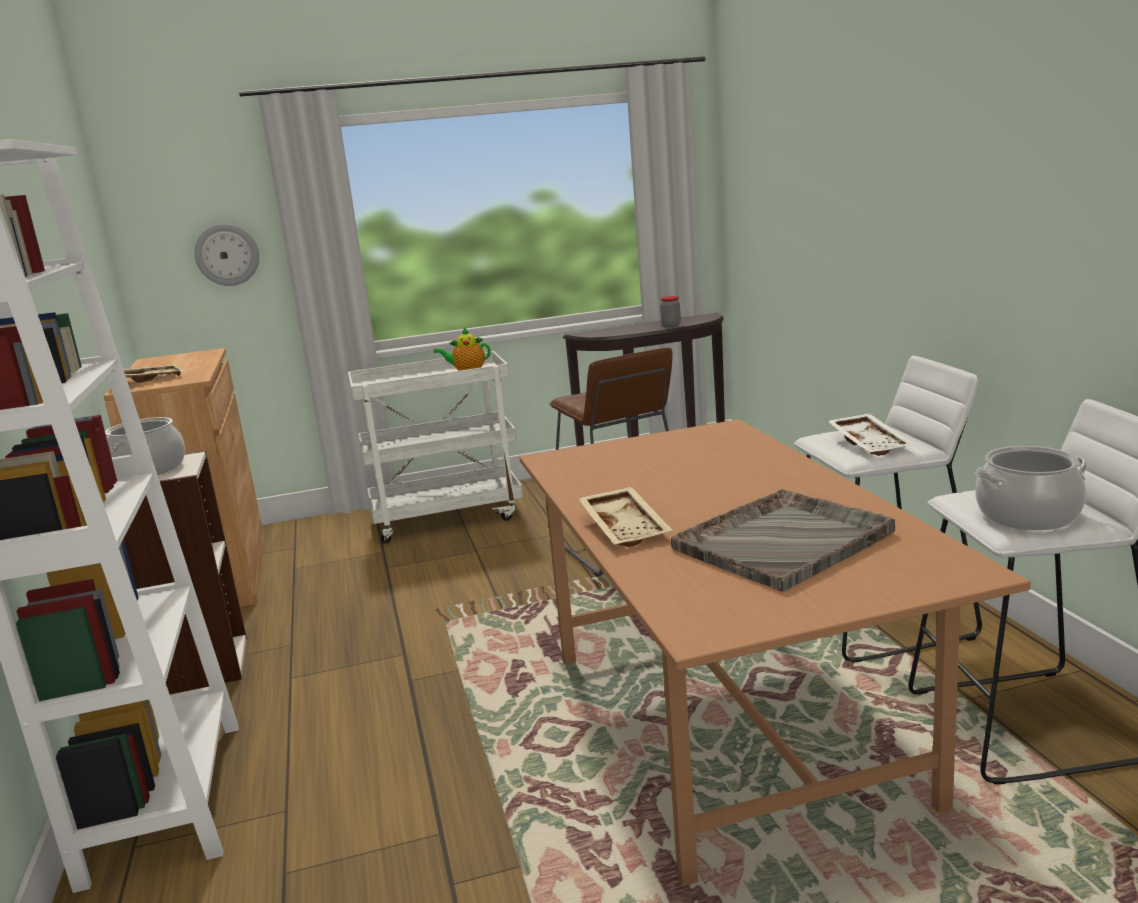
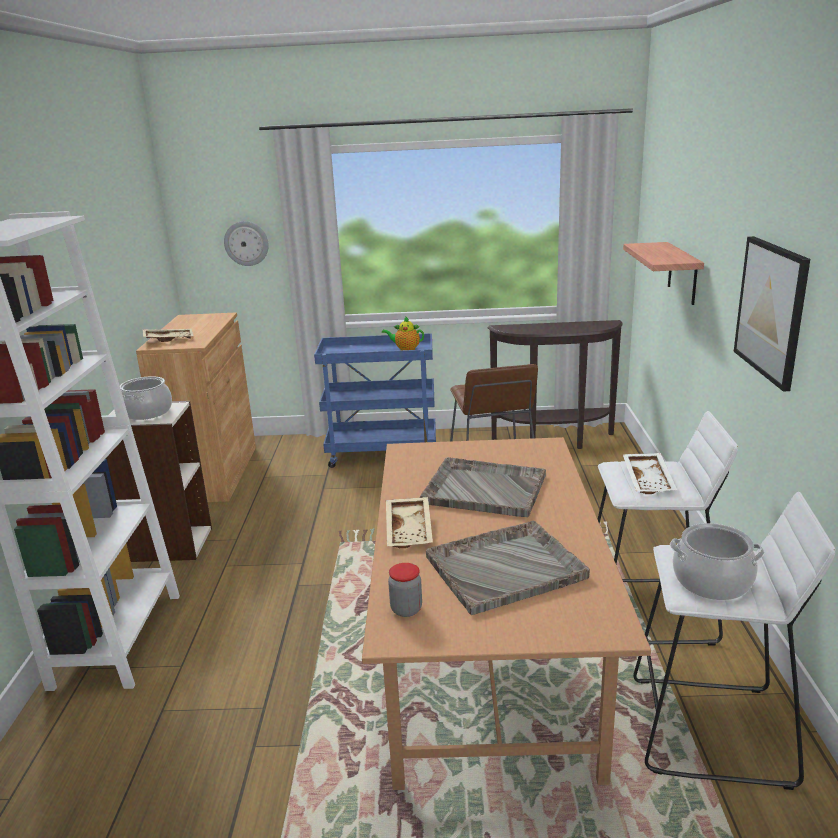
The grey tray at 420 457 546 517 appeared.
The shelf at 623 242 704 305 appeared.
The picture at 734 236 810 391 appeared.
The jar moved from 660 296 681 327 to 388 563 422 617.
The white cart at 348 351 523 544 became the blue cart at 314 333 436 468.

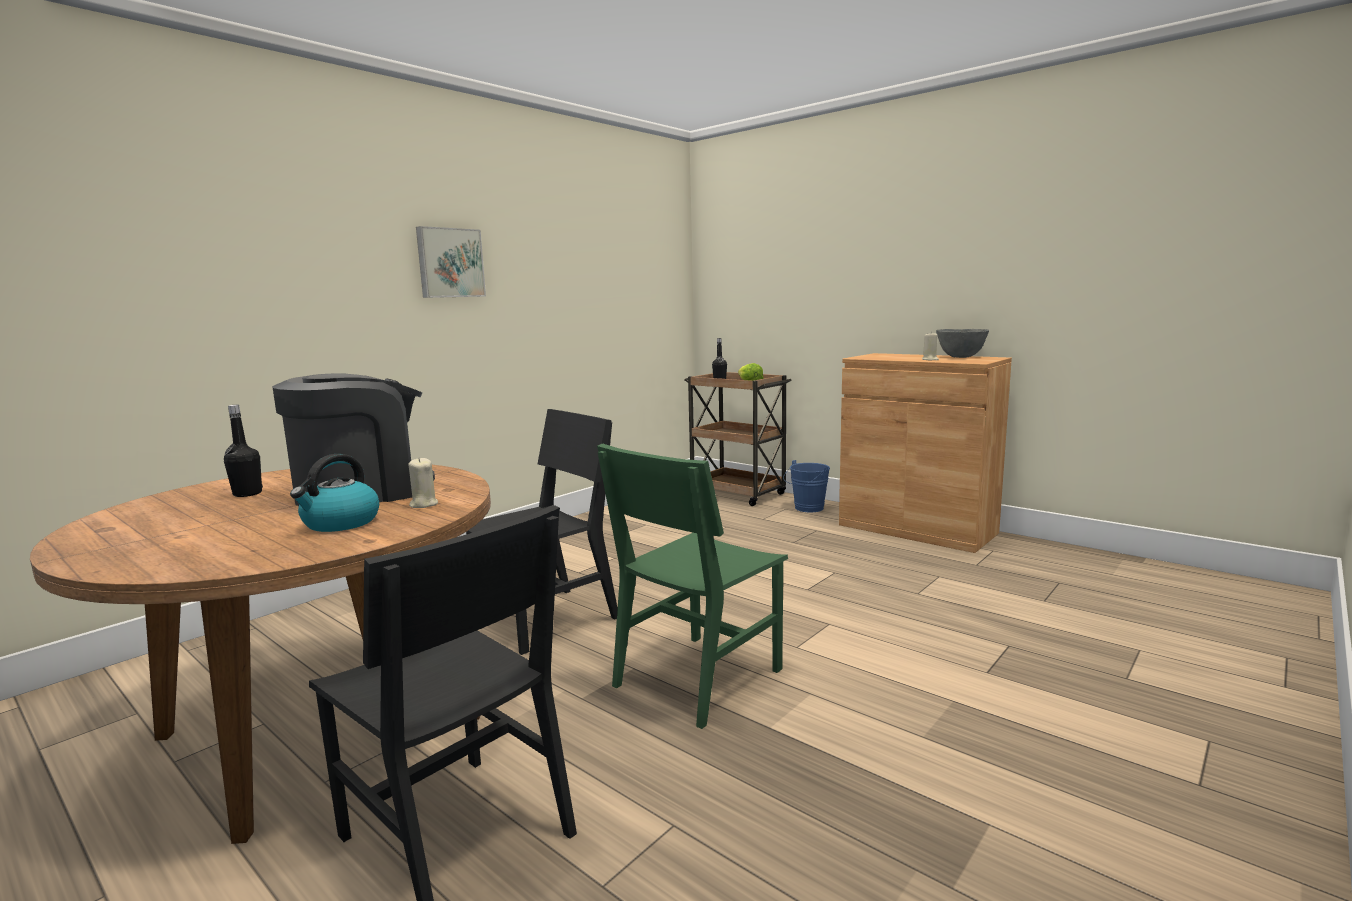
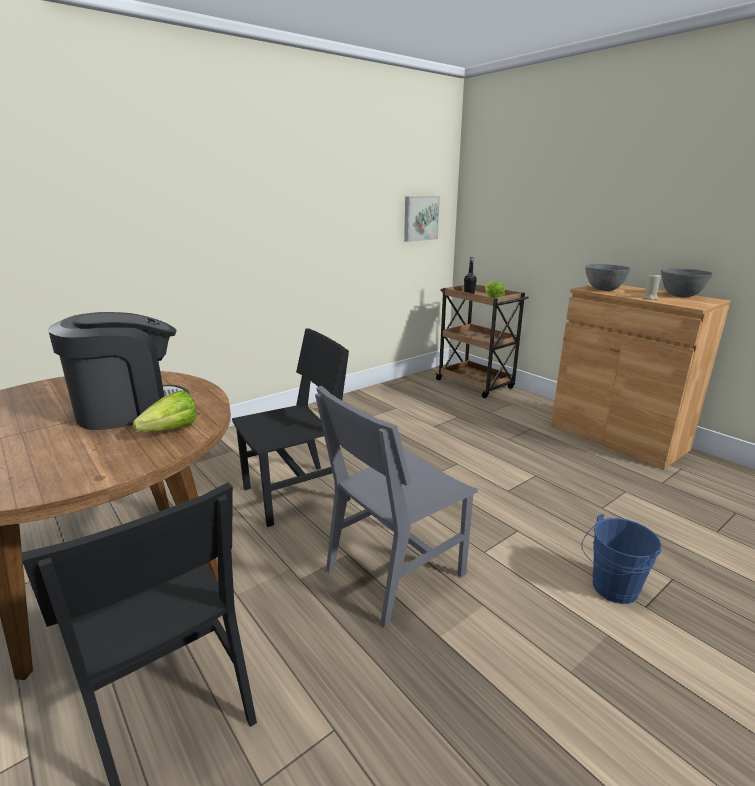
The black bottle at 224 405 263 497 disappeared.
The kettle at 290 454 379 532 disappeared.
The grey bowl at 585 264 631 291 appeared.
The picture moved from 416 226 486 298 to 404 196 440 242.
The blue bucket moved from 783 460 830 512 to 581 513 662 604.
The beige candle at 408 457 438 508 was replaced by the lettuce at 133 390 197 432.
The green chair at 597 443 788 729 became the grey chair at 315 386 478 628.

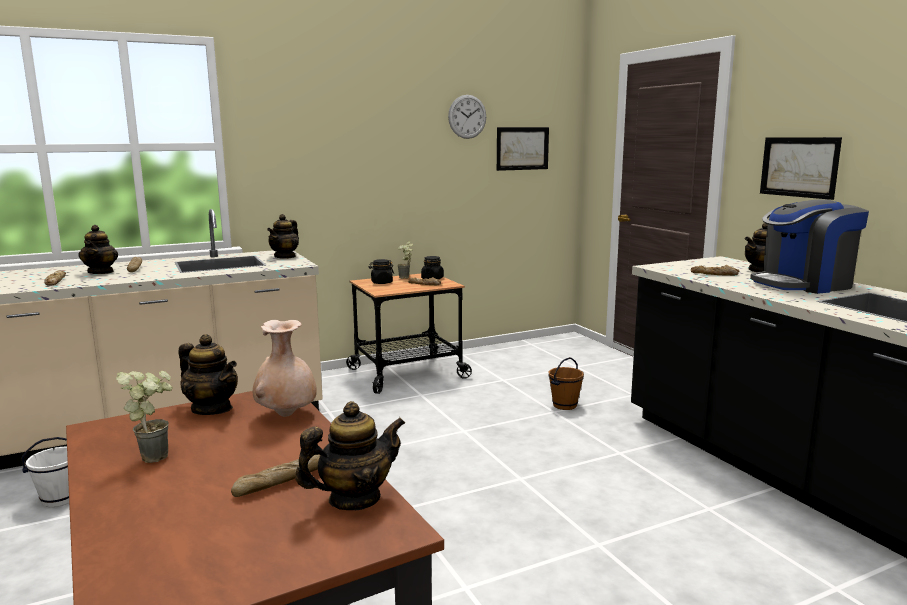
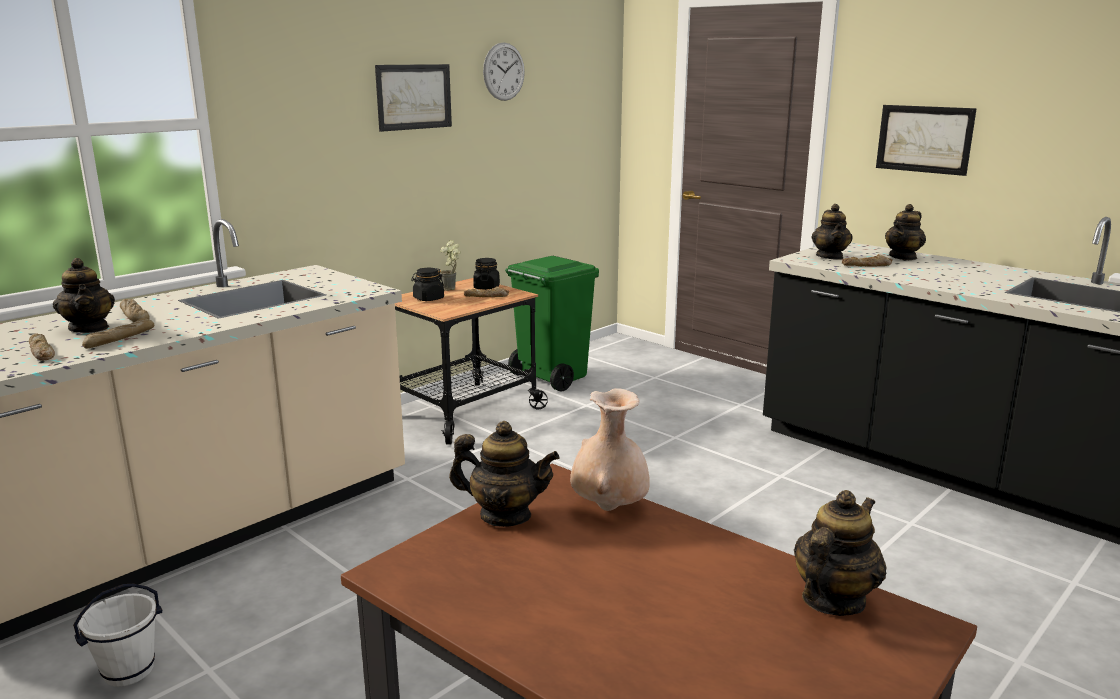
The potted plant at 116 371 173 463 disappeared.
The brown bucket at 548 357 584 410 disappeared.
The coffee machine at 750 199 869 294 disappeared.
The green trash can at 505 256 599 391 appeared.
The bread moved from 231 455 320 497 to 82 318 154 348.
The teapot moved from 267 214 299 259 to 811 204 853 260.
The picture moved from 497 127 549 171 to 375 64 452 132.

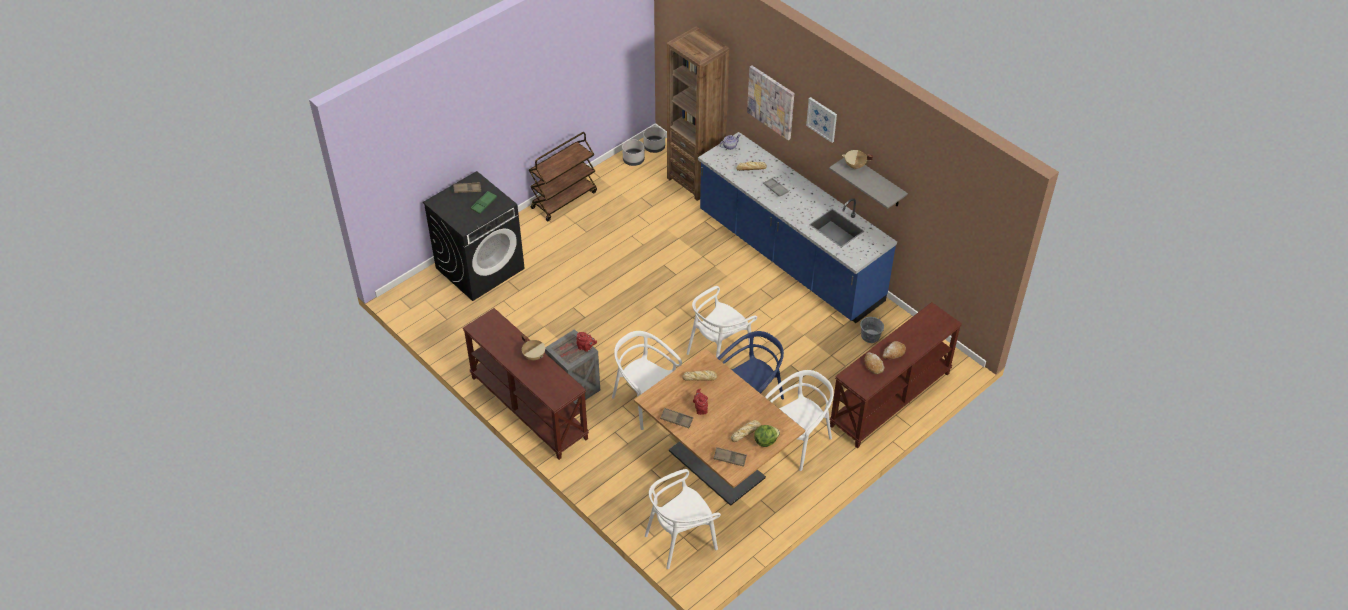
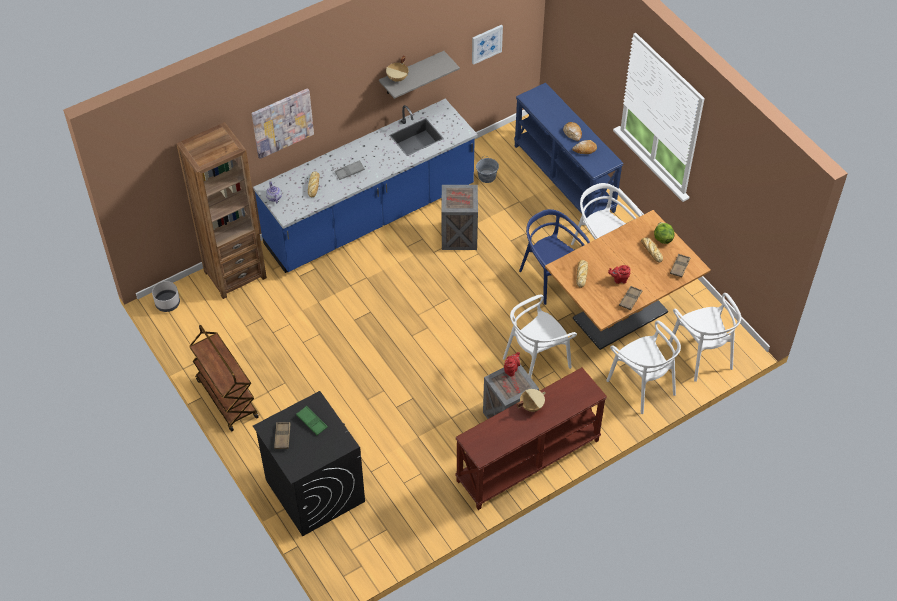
The grey planter at 622 140 645 166 disappeared.
The crate at 441 185 478 250 appeared.
The white chair moved from 687 286 757 358 to 606 320 681 414.
The picture moved from 806 97 837 143 to 472 25 503 65.
The brown console table at 830 302 962 449 became the blue console table at 514 83 624 218.

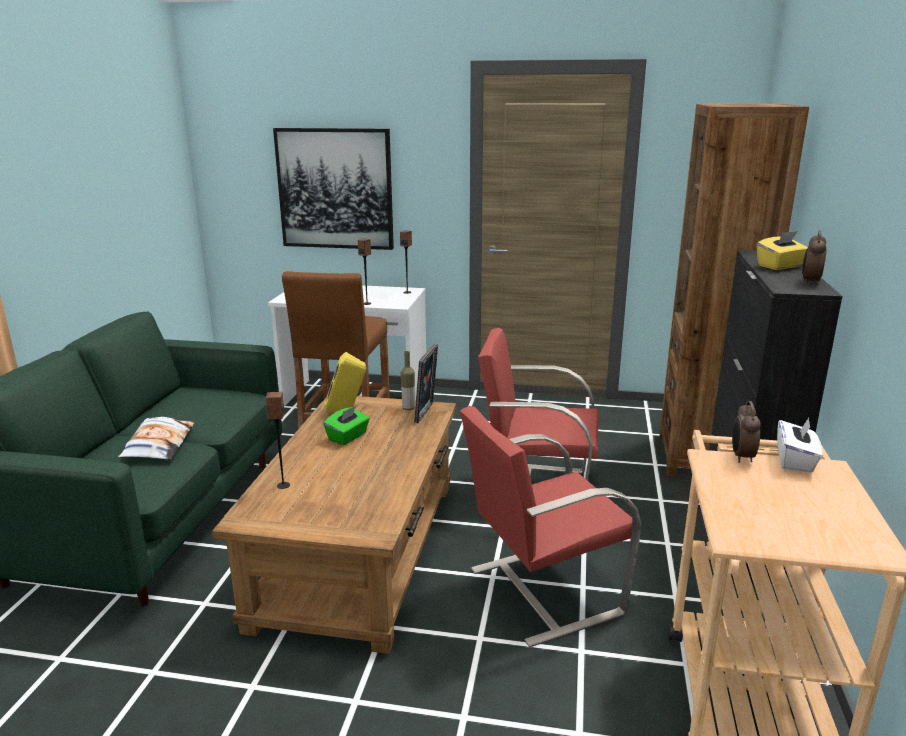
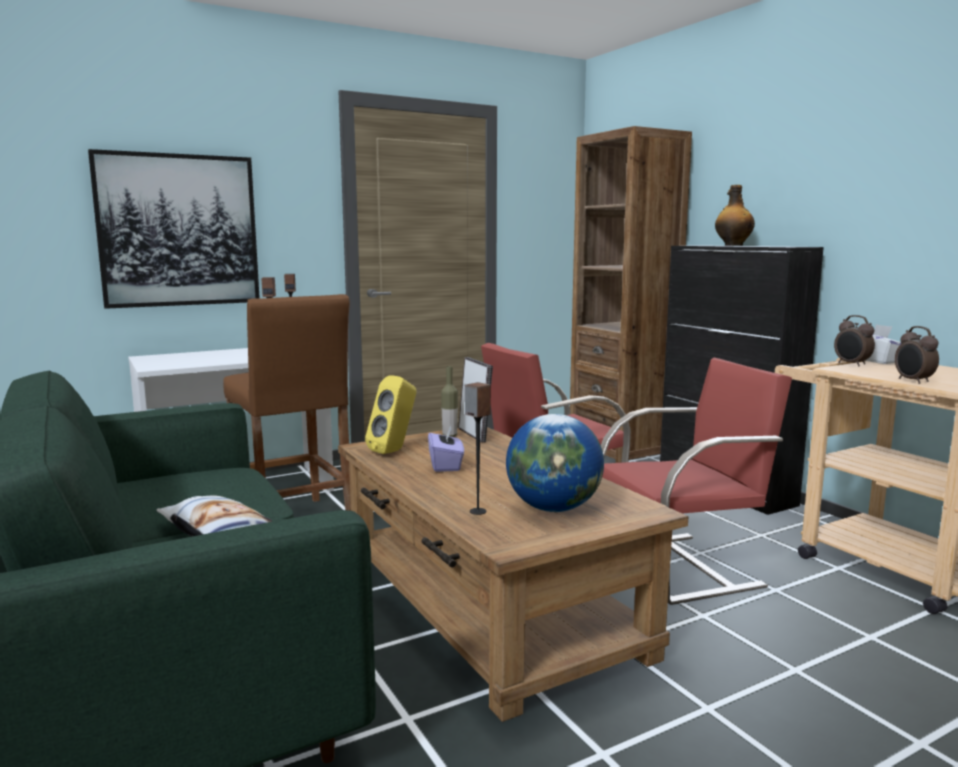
The globe at 506 414 604 512 appeared.
The alarm clock moved from 802 230 827 285 to 895 326 939 384.
The yellow tissue box at 757 231 808 270 was replaced by the bottle at 715 185 755 246.
The green tissue box at 323 406 370 445 became the purple tissue box at 428 425 464 472.
The red chair at 460 406 641 647 turned 135 degrees counterclockwise.

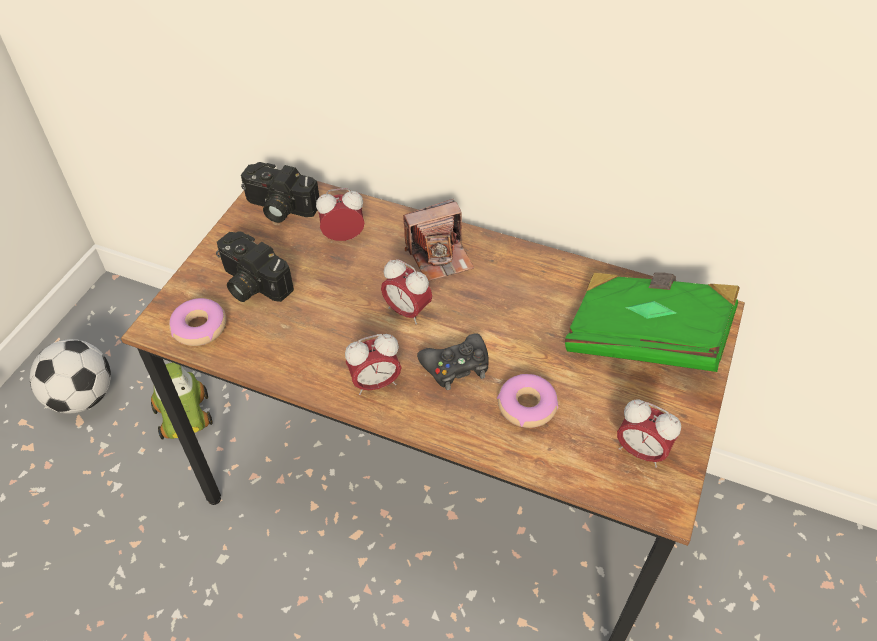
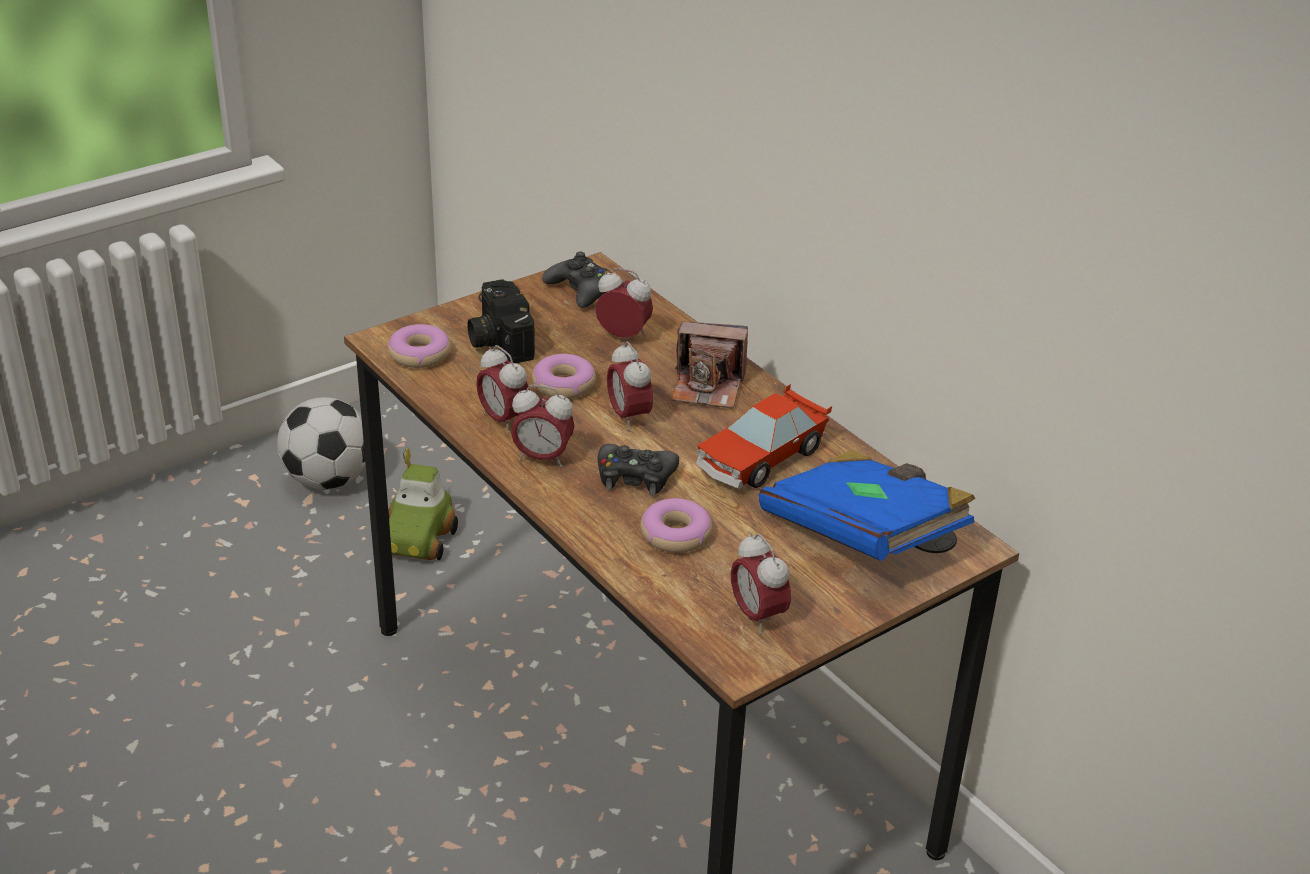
The alarm clock at 476 345 530 433 appeared.
The donut at 532 354 596 399 appeared.
The toy car at 696 384 832 489 appeared.
The photo camera at 241 162 319 223 was replaced by the black game controller at 542 252 611 308.
The green book at 565 272 740 372 became the blue book at 759 450 975 561.

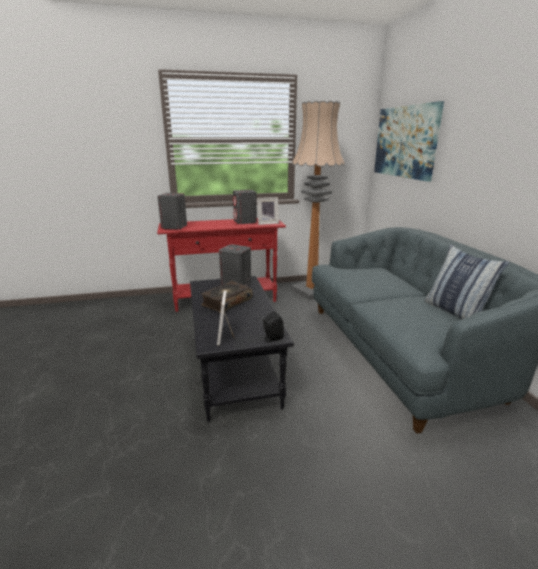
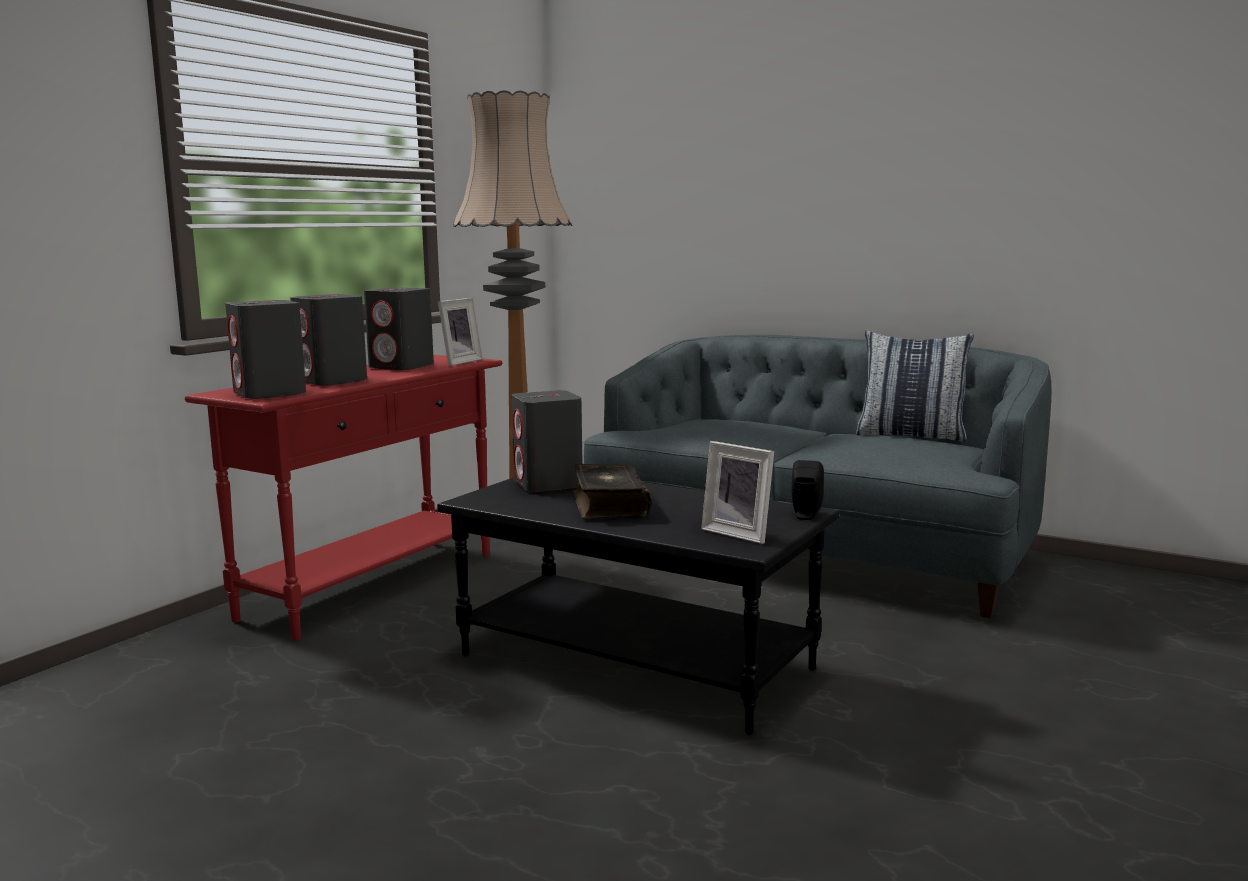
The picture at 374 101 444 182 disappeared.
The grey speaker at 290 294 367 386 appeared.

